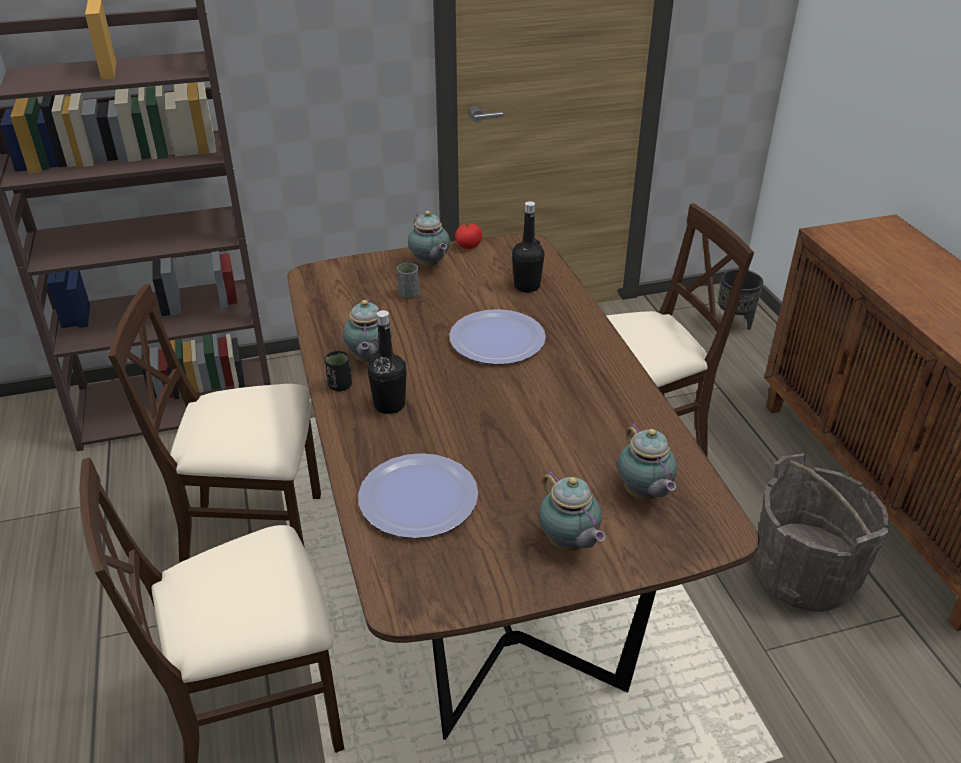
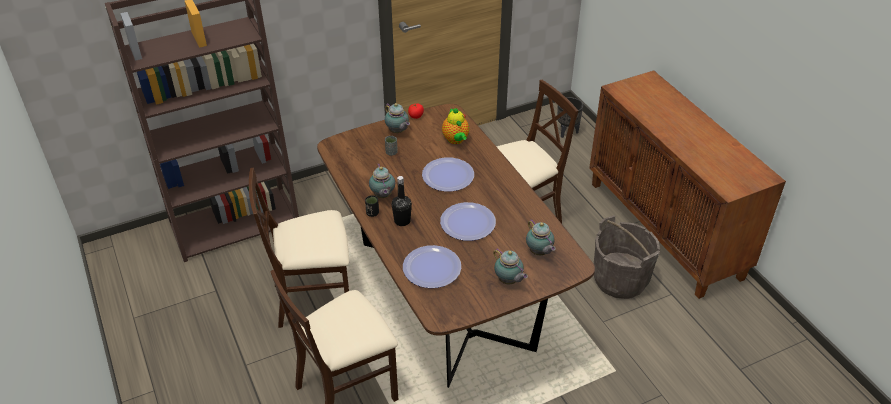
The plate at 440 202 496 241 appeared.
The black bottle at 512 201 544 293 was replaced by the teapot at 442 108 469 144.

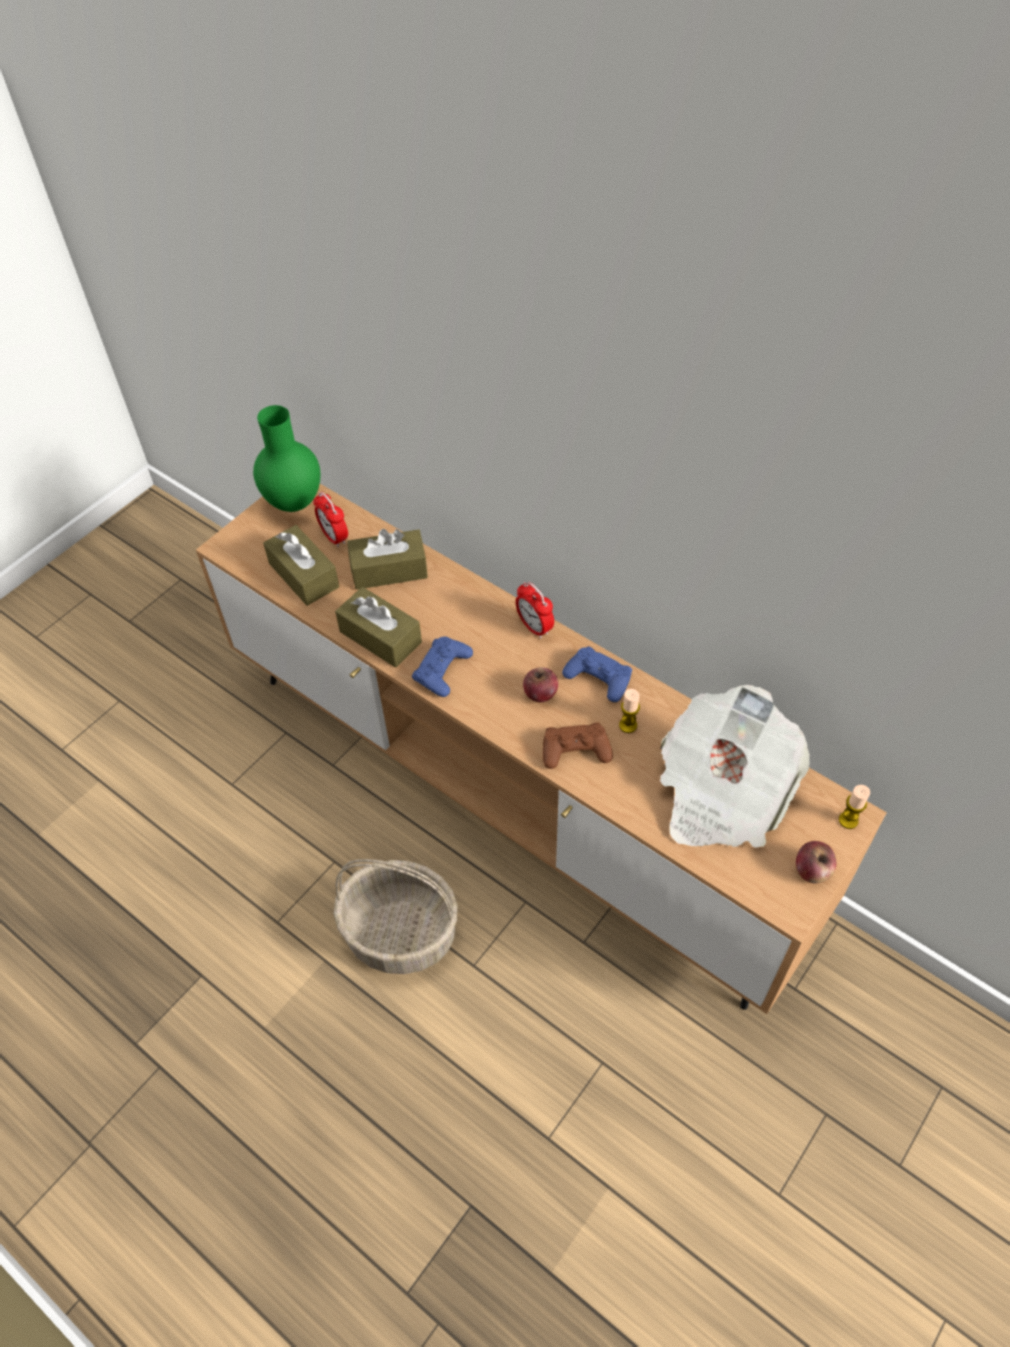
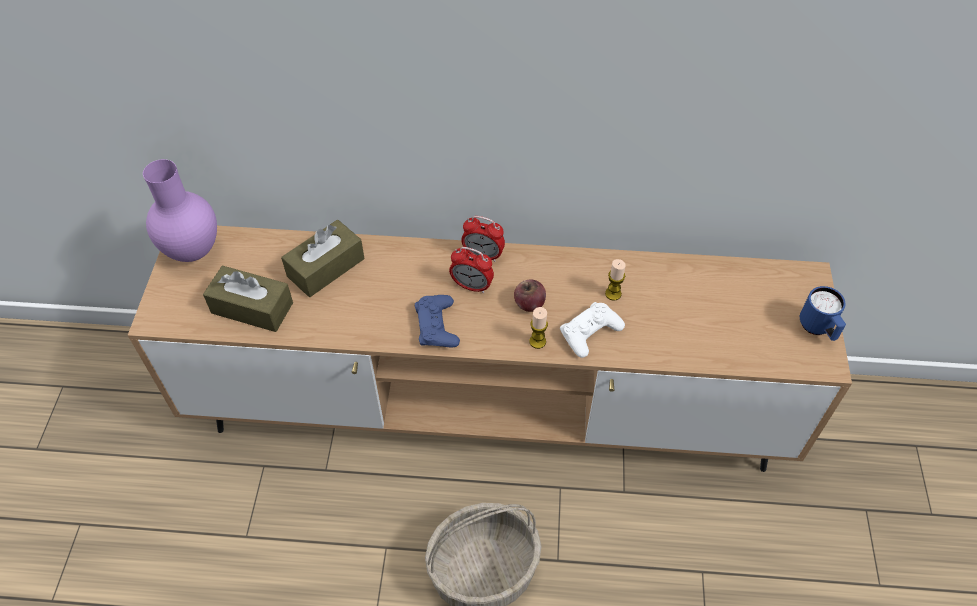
The brown tissue box at 335 587 422 668 disappeared.
The blue game controller at 562 646 632 702 disappeared.
The newspaper at 660 685 810 848 disappeared.
The alarm clock moved from 313 492 348 547 to 449 247 494 293.
The candle moved from 839 785 870 829 to 529 307 548 349.
The apple at 796 841 837 884 was replaced by the blue mug at 800 286 846 341.
The green vase at 253 405 321 512 became the purple vase at 143 159 217 262.
The brown game controller at 543 723 613 769 became the white game controller at 560 302 625 358.

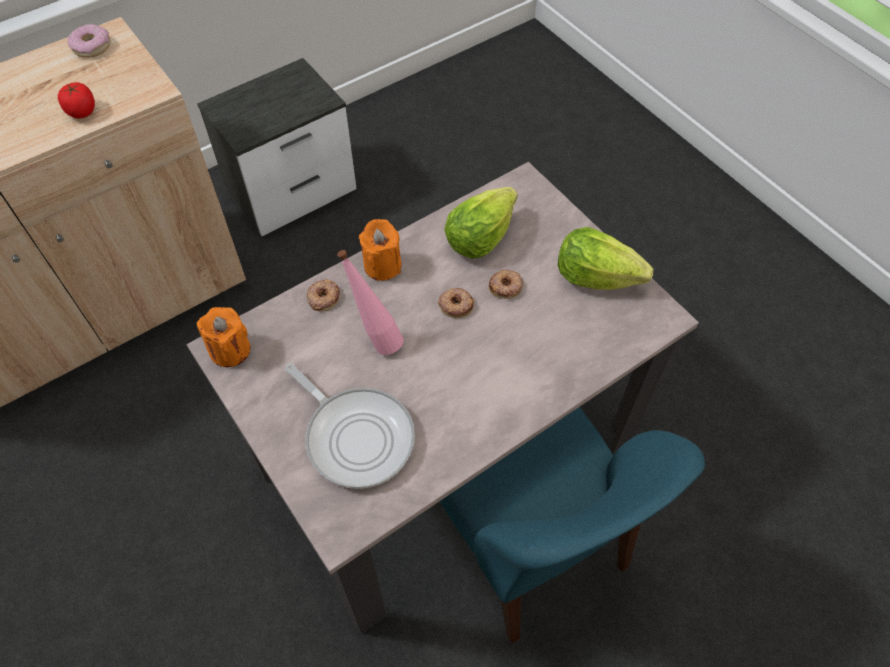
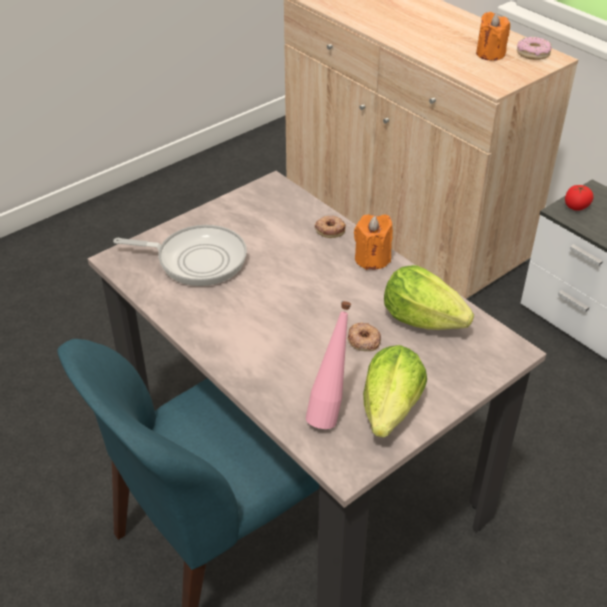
The donut at 438 288 474 318 disappeared.
The tomato moved from 58 82 95 118 to 565 185 594 211.
The orange candle moved from 197 307 251 367 to 476 12 510 61.
The pink bottle moved from 337 250 404 355 to 306 301 351 429.
The frying pan at 285 363 415 489 turned 120 degrees counterclockwise.

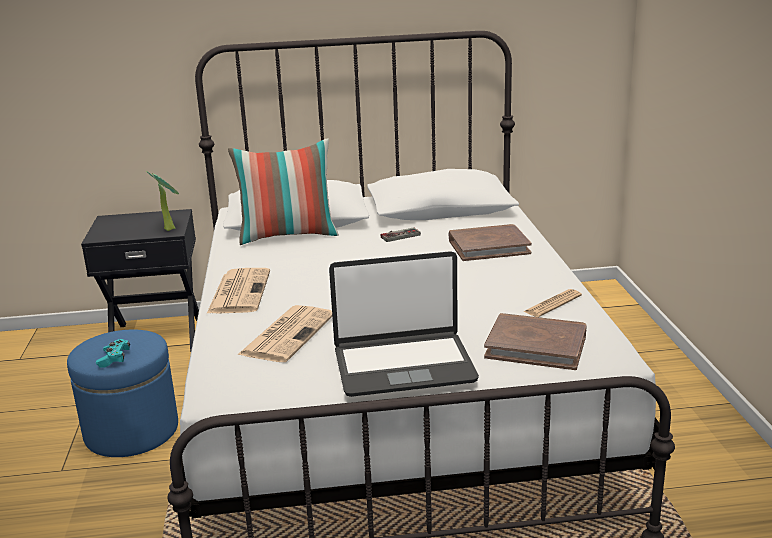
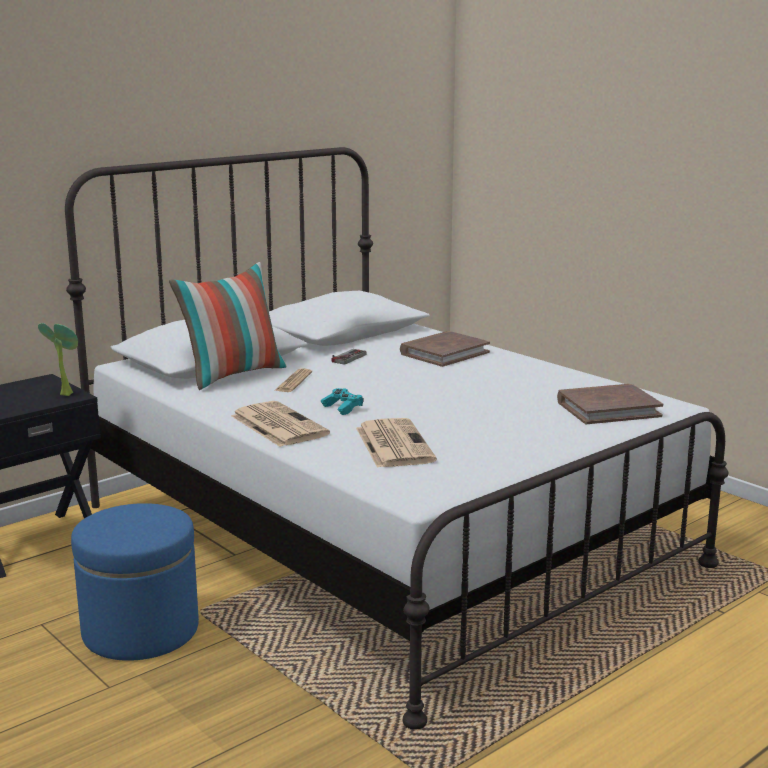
The laptop at 329 251 479 397 disappeared.
The turquoise game controller moved from 96 339 130 368 to 321 388 364 415.
The newspaper moved from 523 289 582 317 to 274 369 312 392.

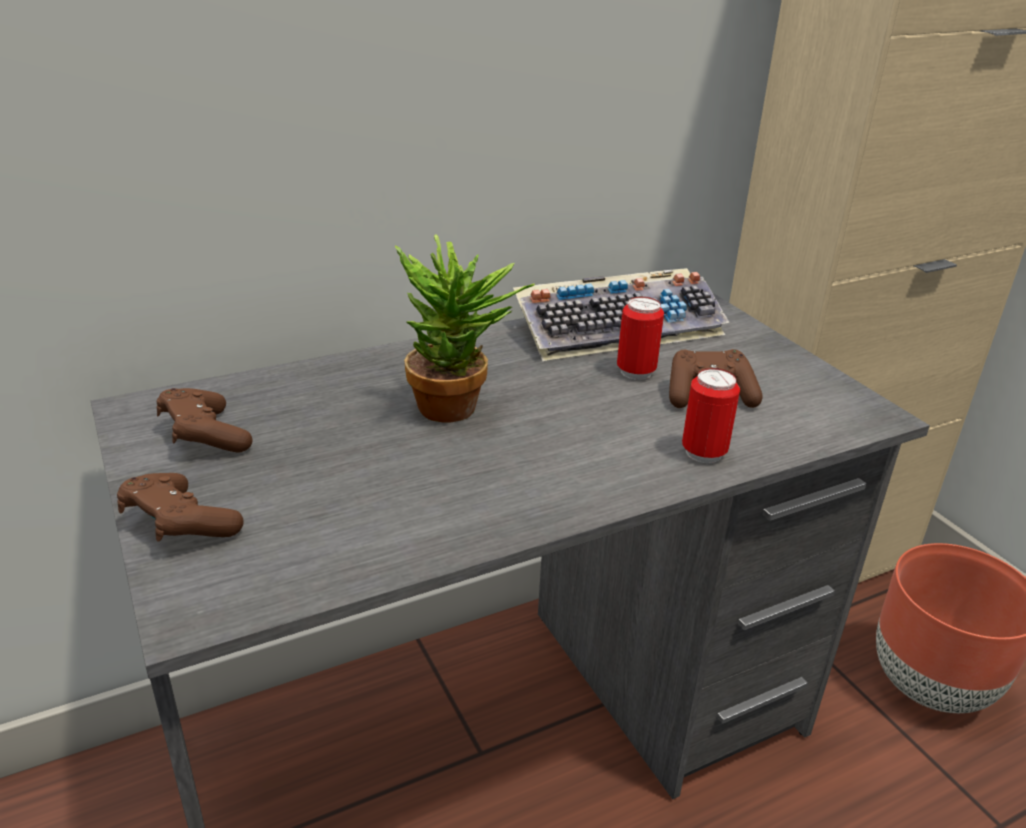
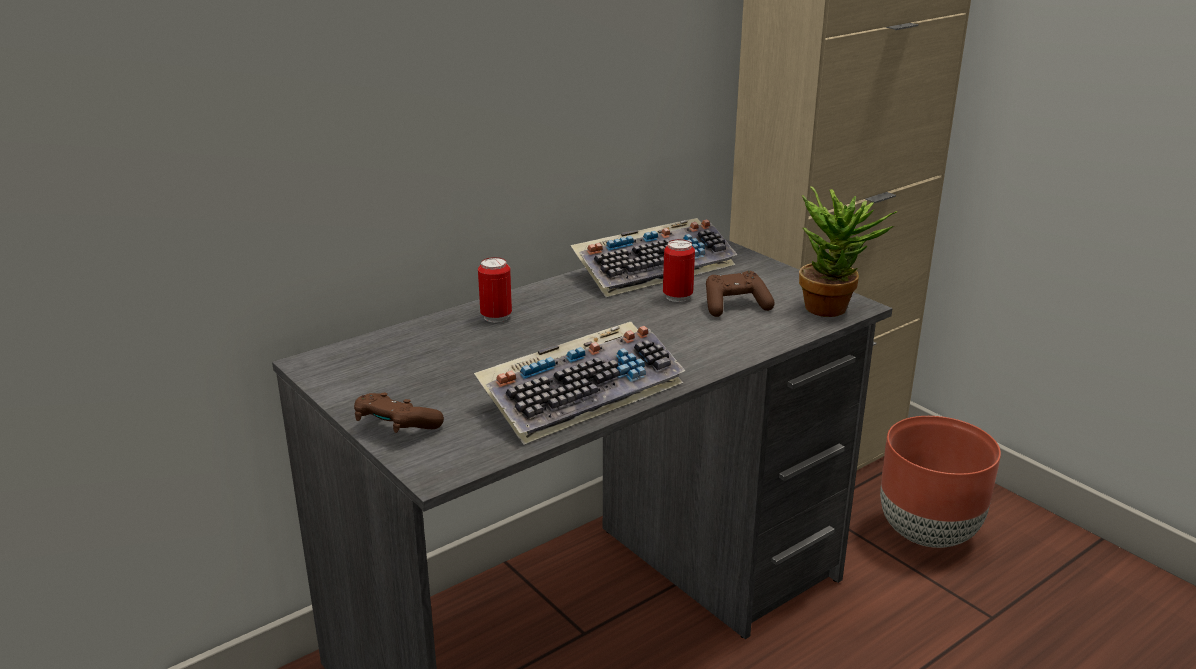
The brown game controller at 157 388 252 453 disappeared.
The keyboard at 474 322 686 445 appeared.
The potted plant moved from 395 234 535 423 to 799 186 897 317.
The can moved from 682 368 740 463 to 478 257 512 323.

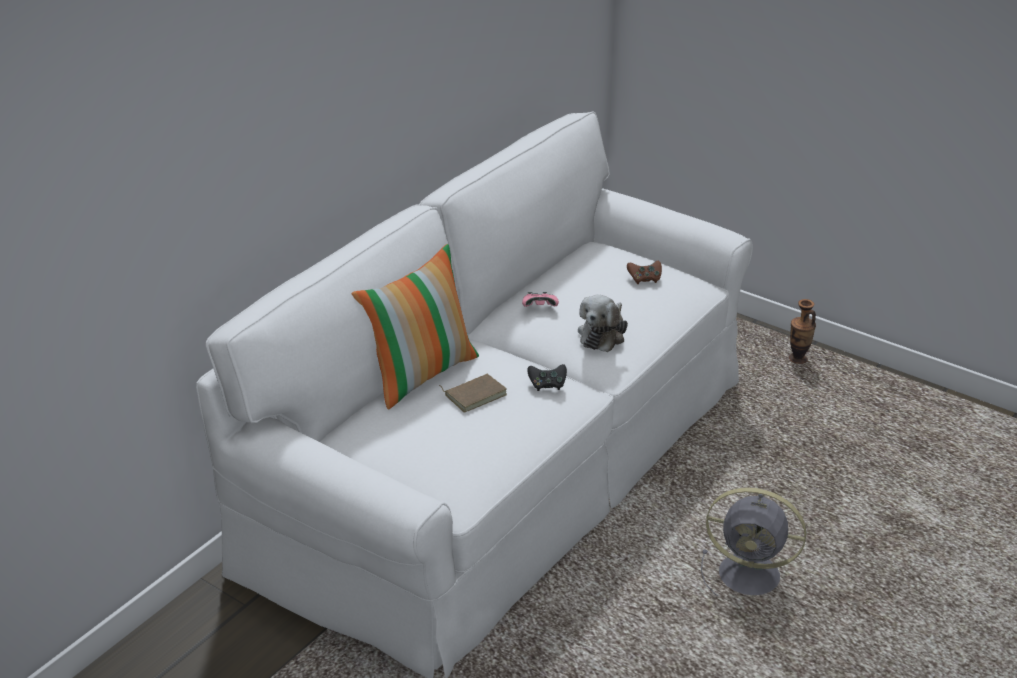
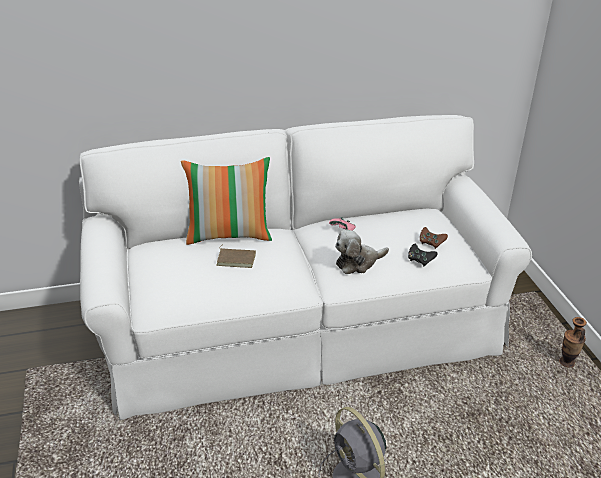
The black game controller moved from 527 364 567 391 to 408 244 437 267.

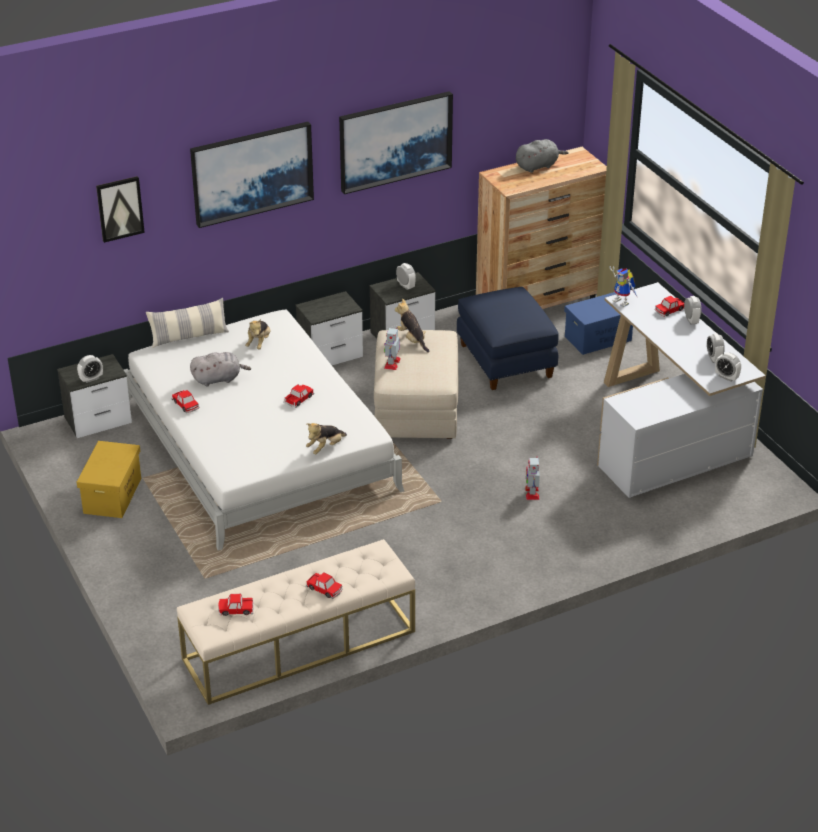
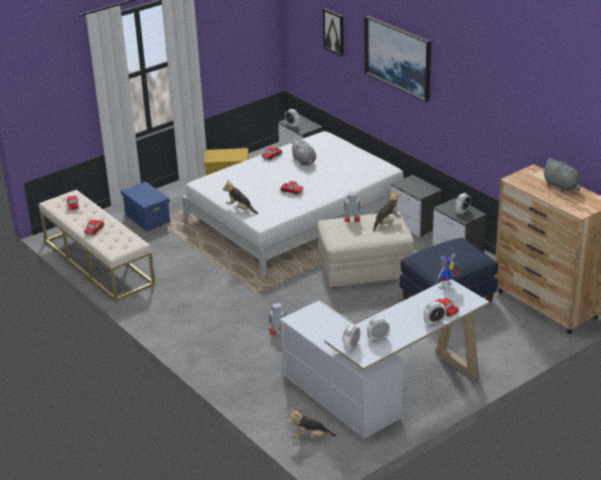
The pillow at 146 298 229 348 disappeared.
The picture at 339 91 453 194 disappeared.
The plush toy moved from 245 319 270 349 to 287 409 336 437.
The blue storage box moved from 564 292 633 355 to 121 182 170 231.

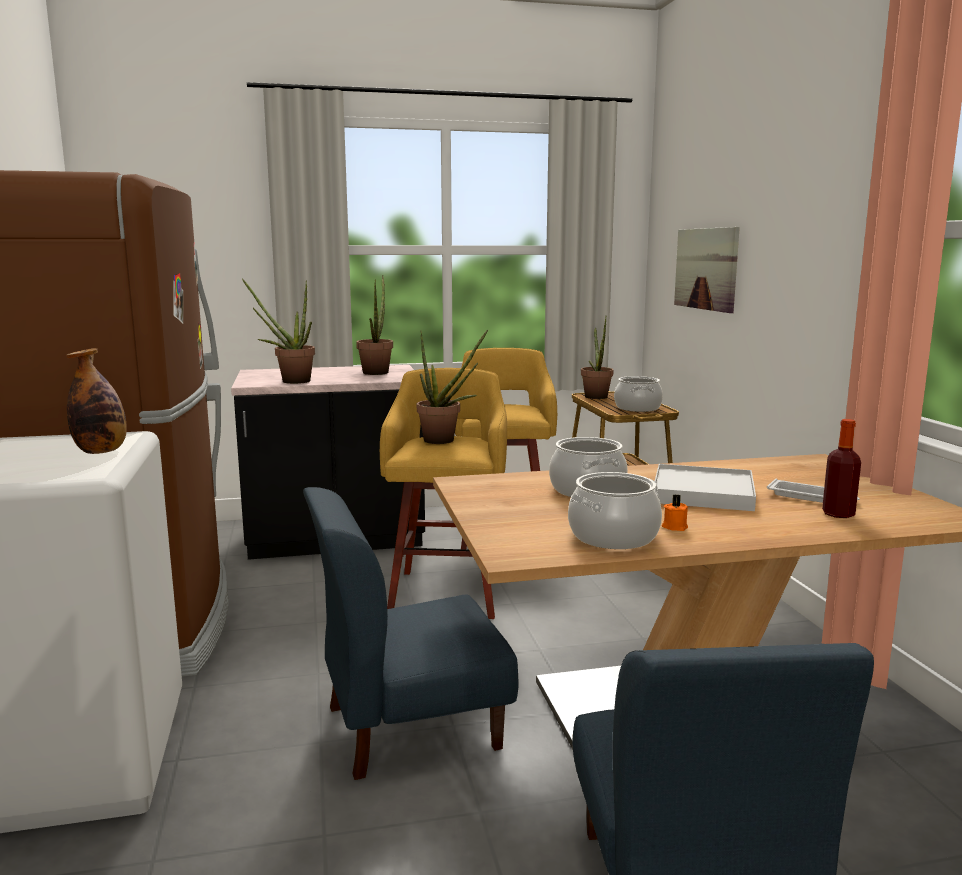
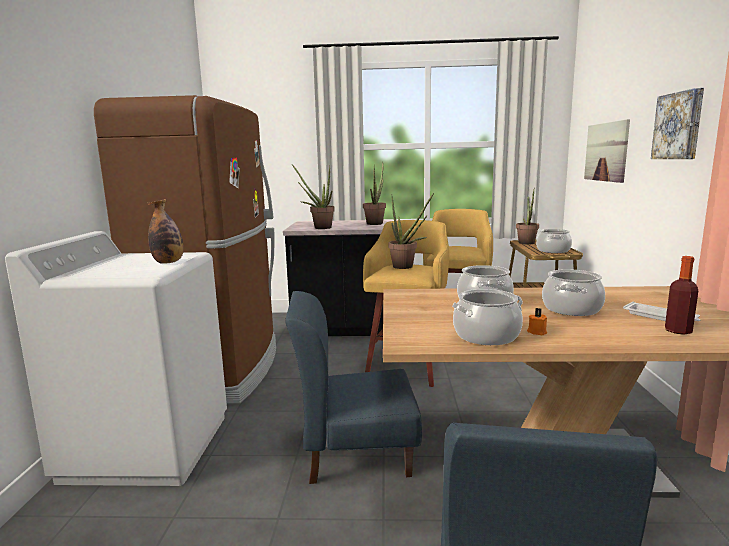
The picture at 651 88 704 159 appeared.
The white tray at 655 464 756 511 was replaced by the cooking pot at 542 269 605 316.

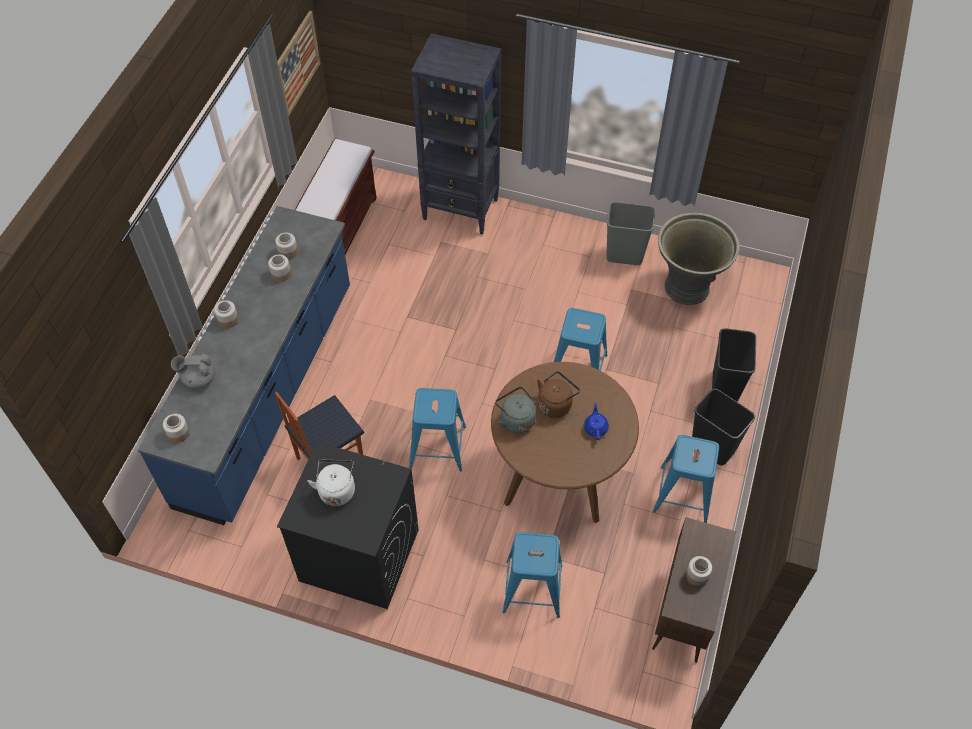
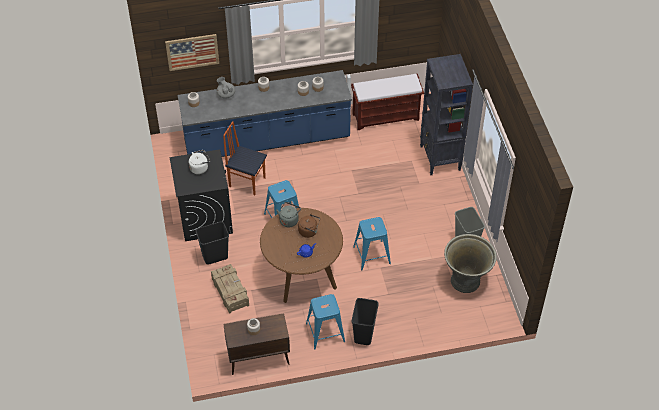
The picture moved from 277 11 320 117 to 165 34 219 71.
The black trash can moved from 712 328 756 402 to 196 221 229 265.
The blue stool at 502 532 562 618 was replaced by the crate at 211 264 249 314.

